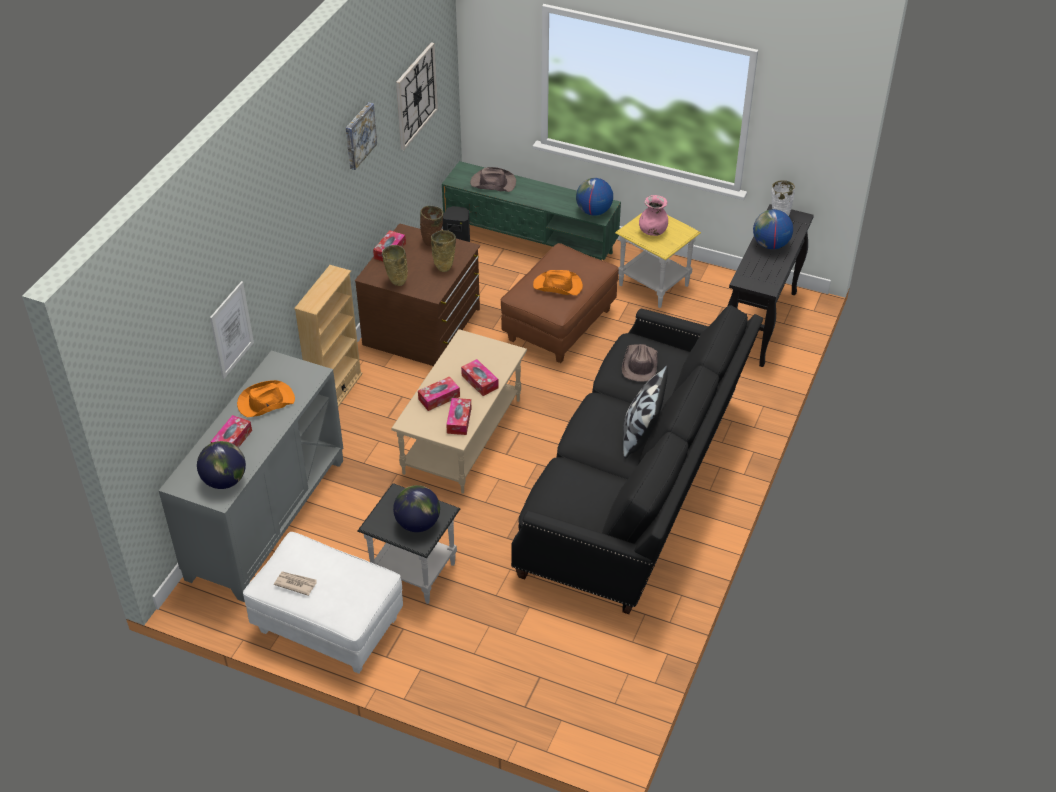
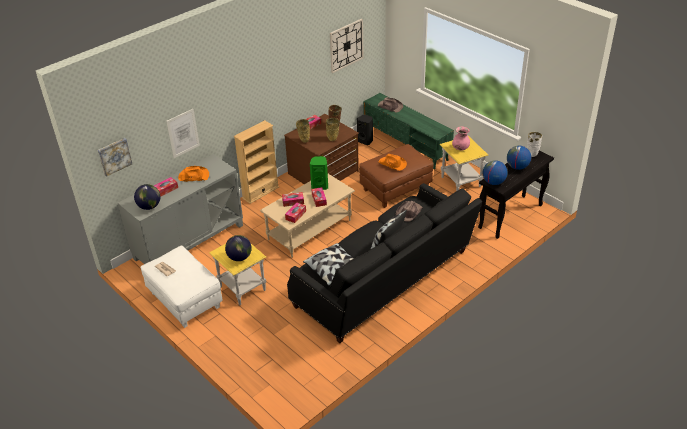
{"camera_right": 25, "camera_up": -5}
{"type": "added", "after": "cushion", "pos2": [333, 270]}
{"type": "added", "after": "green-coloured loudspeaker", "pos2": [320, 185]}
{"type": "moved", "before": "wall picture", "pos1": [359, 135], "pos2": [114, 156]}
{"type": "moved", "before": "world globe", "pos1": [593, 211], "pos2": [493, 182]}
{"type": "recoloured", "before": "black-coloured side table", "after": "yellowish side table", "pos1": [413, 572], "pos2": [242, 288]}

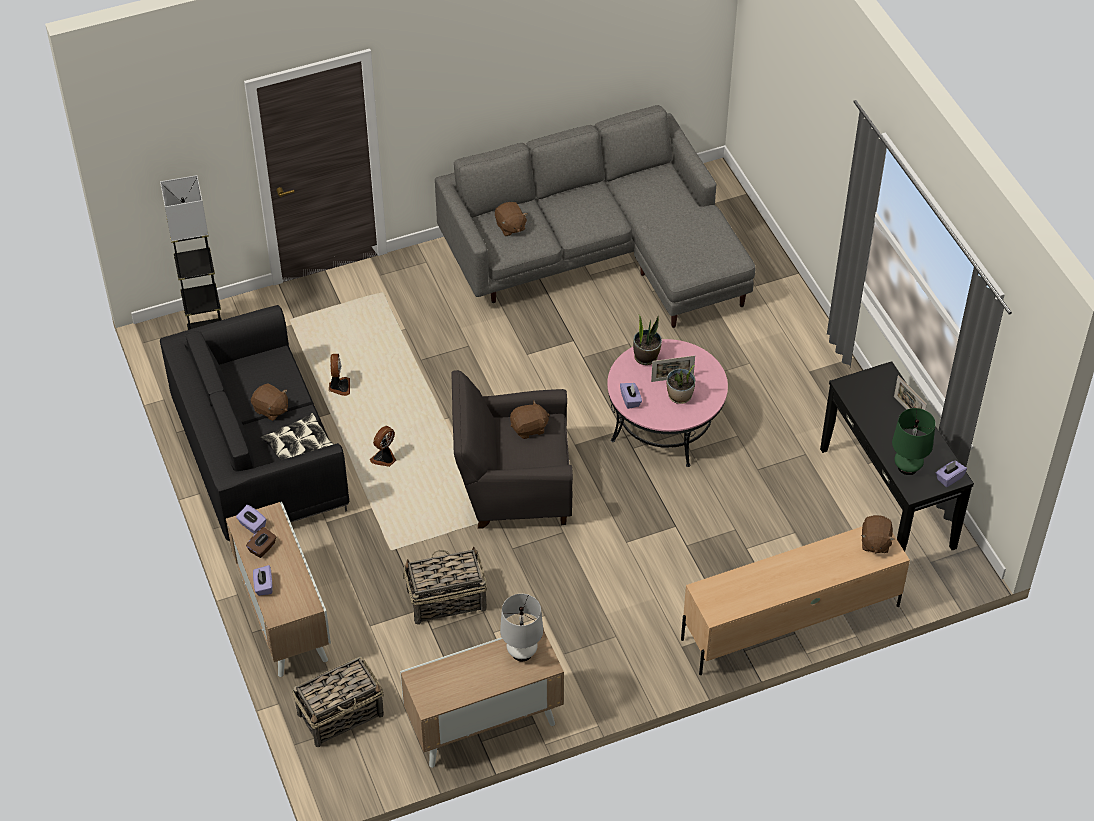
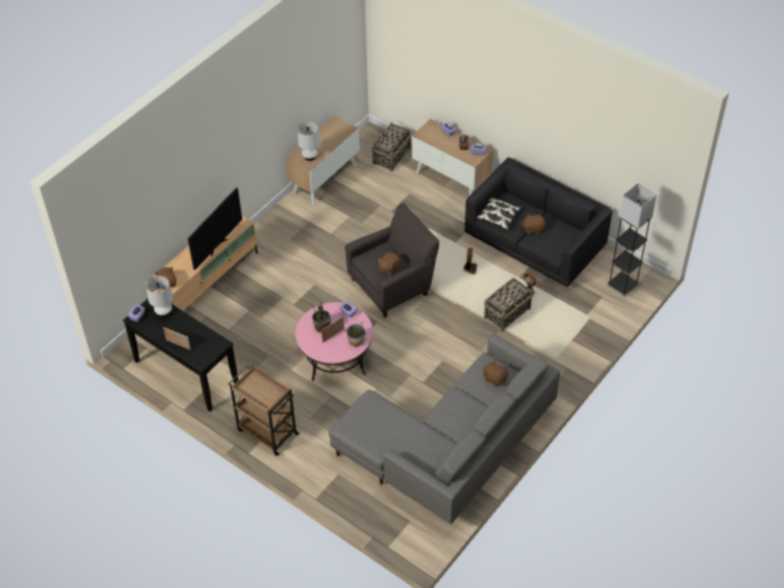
{"camera_right": 150, "camera_up": 0}
{"type": "added", "after": "TV set", "pos2": [217, 246]}
{"type": "added", "after": "brownish trolley", "pos2": [266, 431]}
{"type": "moved", "before": "household basket", "pos1": [445, 600], "pos2": [507, 312]}
{"type": "recoloured", "before": "green-coloured table lamp", "after": "white table lamp", "pos1": [907, 467], "pos2": [164, 312]}

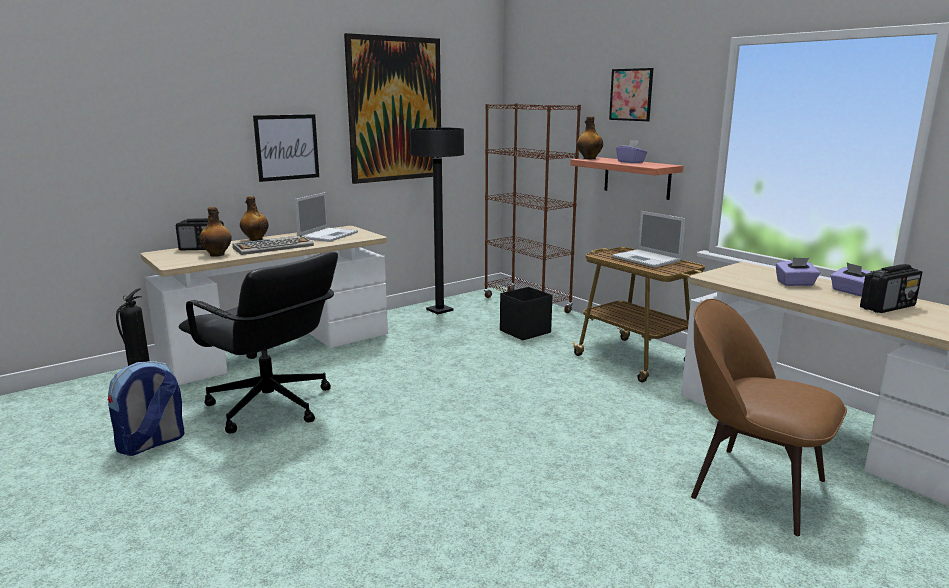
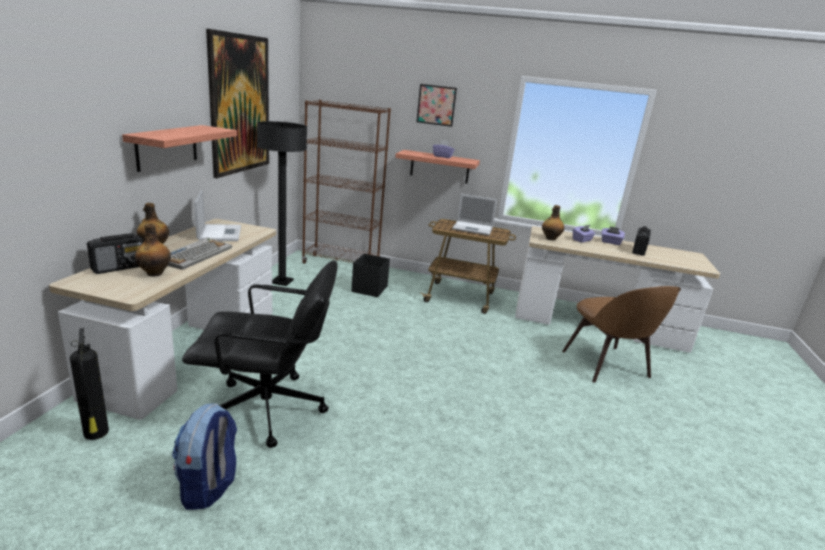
{"camera_right": -40, "camera_up": 5}
{"type": "moved", "before": "drink bottle", "pos1": [589, 158], "pos2": [550, 238]}
{"type": "replaced", "before": "wall picture", "after": "shelf", "pos1": [287, 147], "pos2": [167, 147]}
{"type": "turned", "before": "brownish upright chair", "pos1": [752, 486], "pos2": [607, 366], "turn": -105}

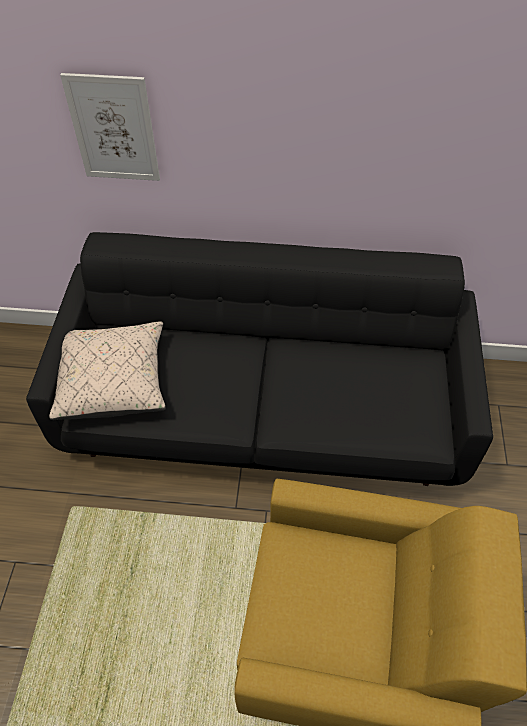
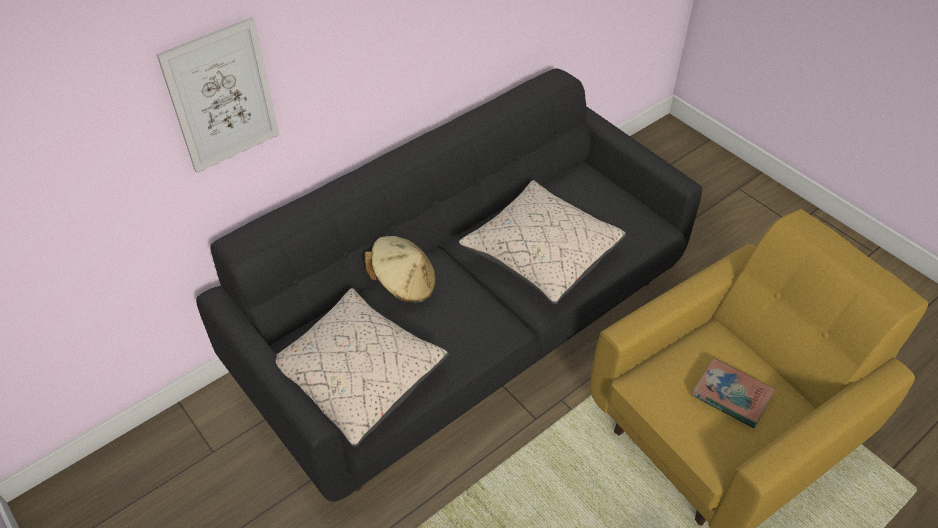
{"camera_right": -45, "camera_up": -5}
{"type": "added", "after": "sand-coloured clothing hat", "pos2": [404, 284]}
{"type": "added", "after": "sand-coloured cushion", "pos2": [541, 255]}
{"type": "added", "after": "book", "pos2": [731, 396]}

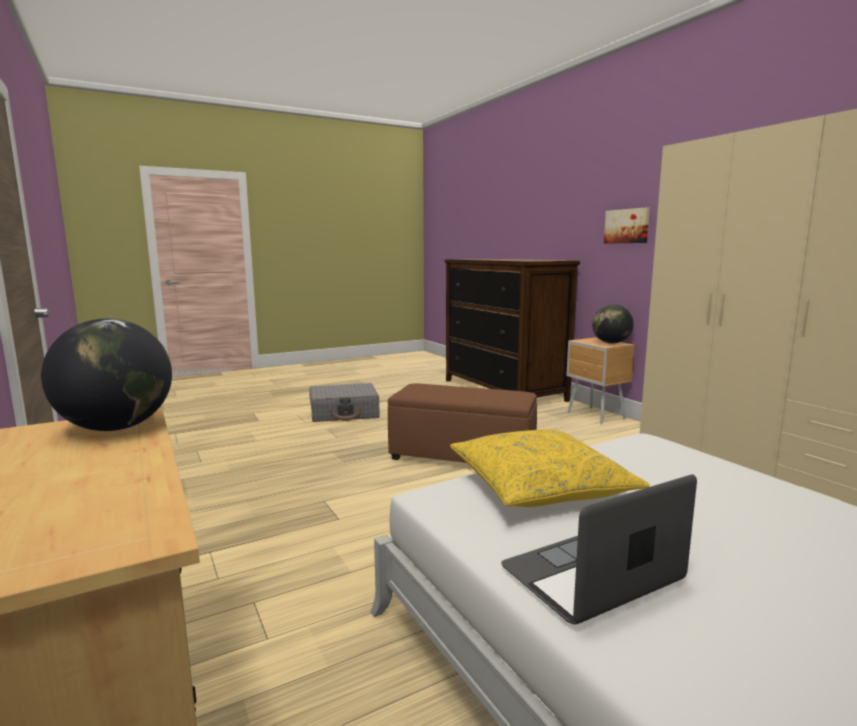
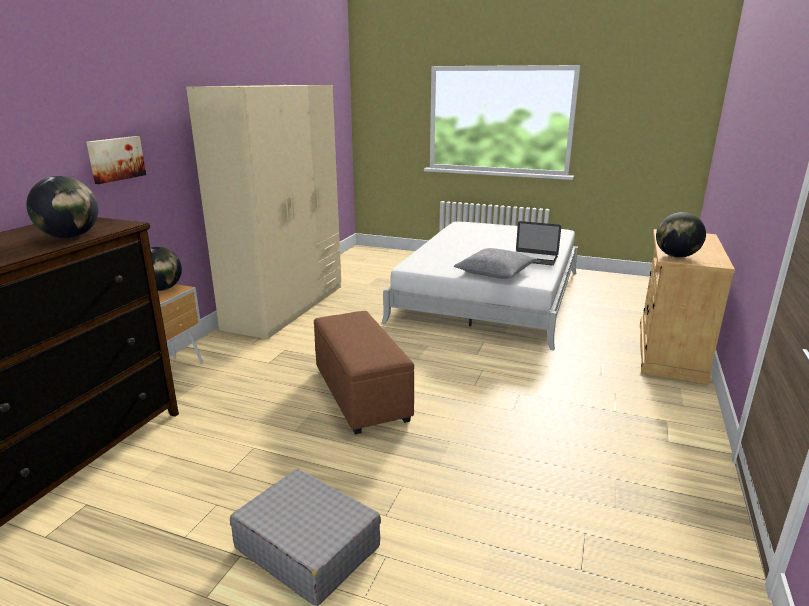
{"camera_right": -130, "camera_up": 10}
{"type": "added", "after": "world globe", "pos2": [70, 237]}
{"type": "recoloured", "before": "yellowish cushion", "after": "gray cushion", "pos1": [539, 485], "pos2": [495, 272]}

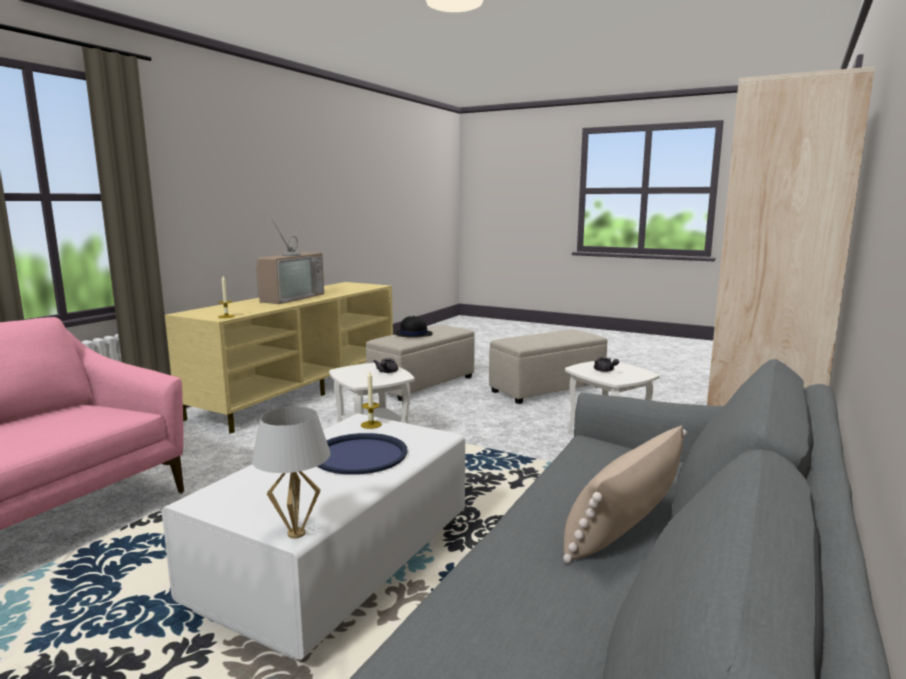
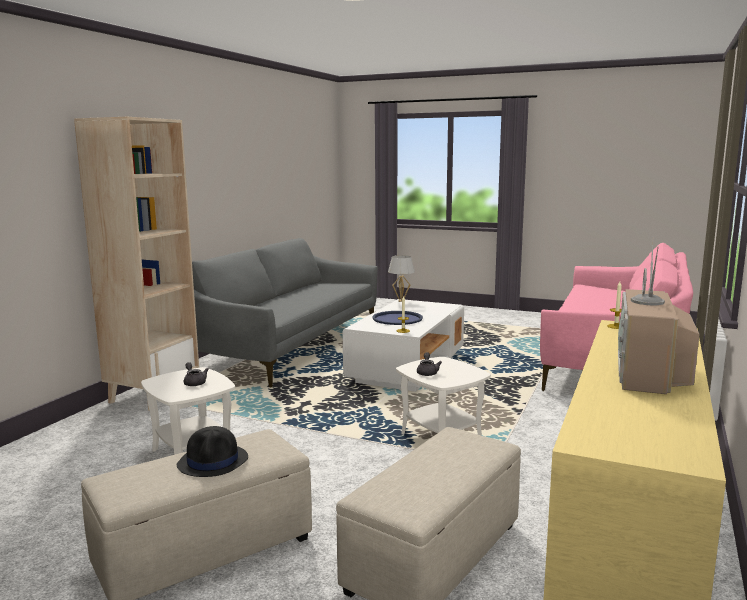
{"camera_right": 175, "camera_up": 0}
{"type": "removed", "before": "sand-coloured cushion", "pos1": [623, 524]}
{"type": "moved", "before": "black-coloured clothing hat", "pos1": [413, 334], "pos2": [213, 461]}

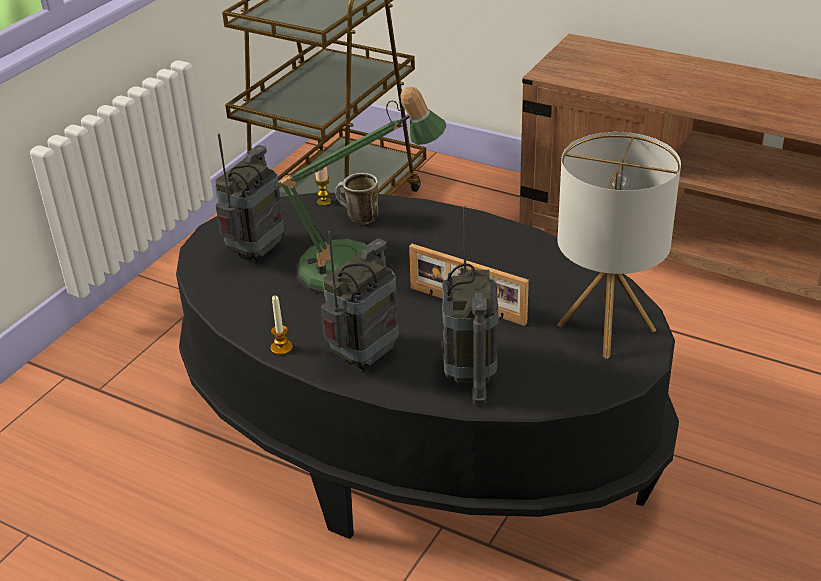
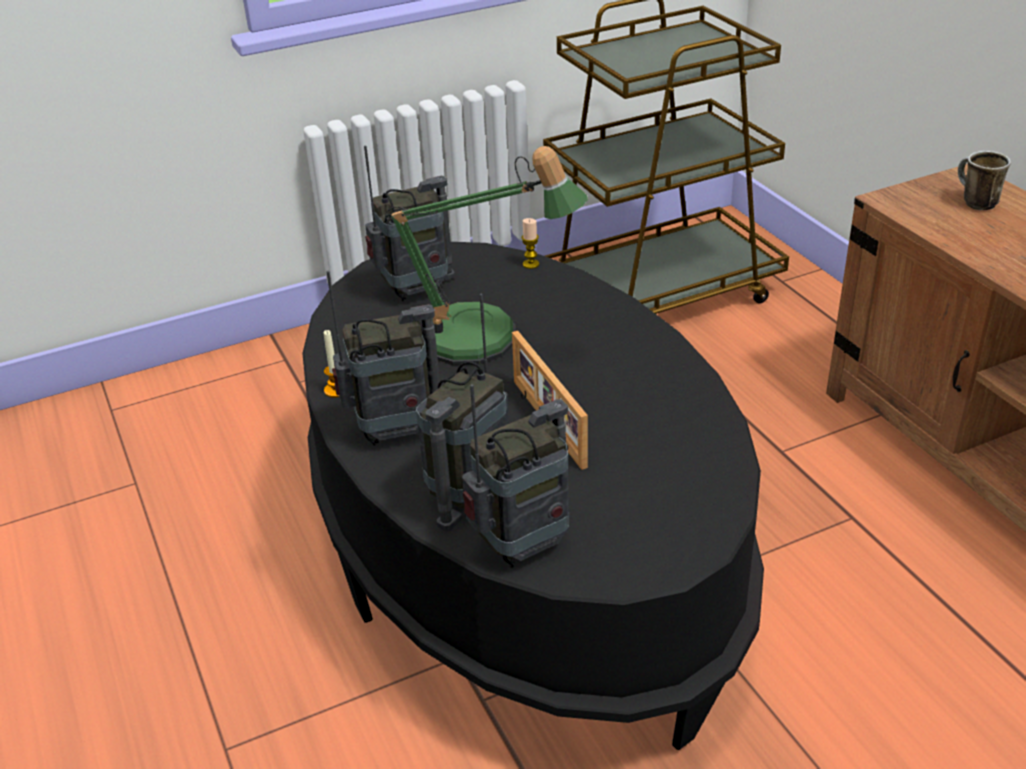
{"camera_right": 35, "camera_up": 0}
{"type": "removed", "before": "table lamp", "pos1": [606, 327]}
{"type": "added", "after": "radio set", "pos2": [524, 547]}
{"type": "moved", "before": "mug", "pos1": [357, 218], "pos2": [973, 202]}

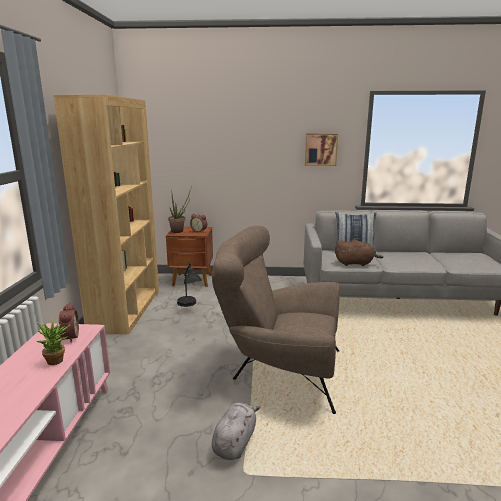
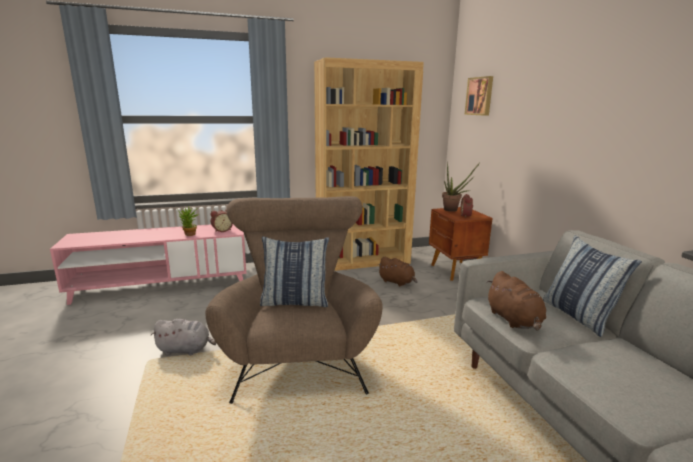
{"camera_right": 70, "camera_up": 0}
{"type": "added", "after": "cushion", "pos2": [295, 302]}
{"type": "moved", "before": "wall picture", "pos1": [321, 149], "pos2": [480, 96]}
{"type": "replaced", "before": "black-coloured table lamp", "after": "brownish cuddly toy", "pos1": [189, 306], "pos2": [397, 282]}

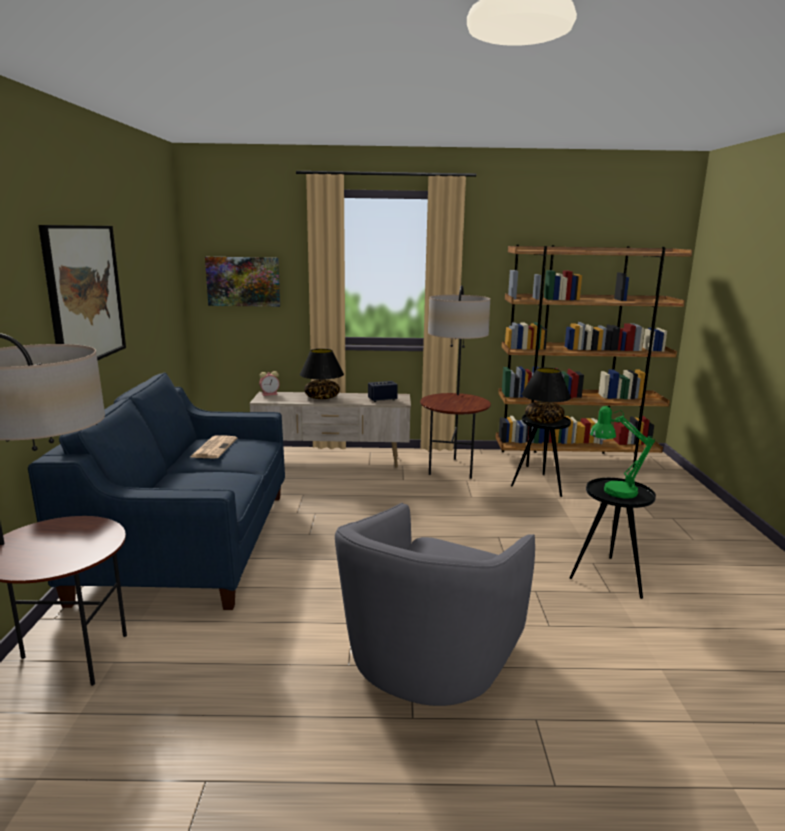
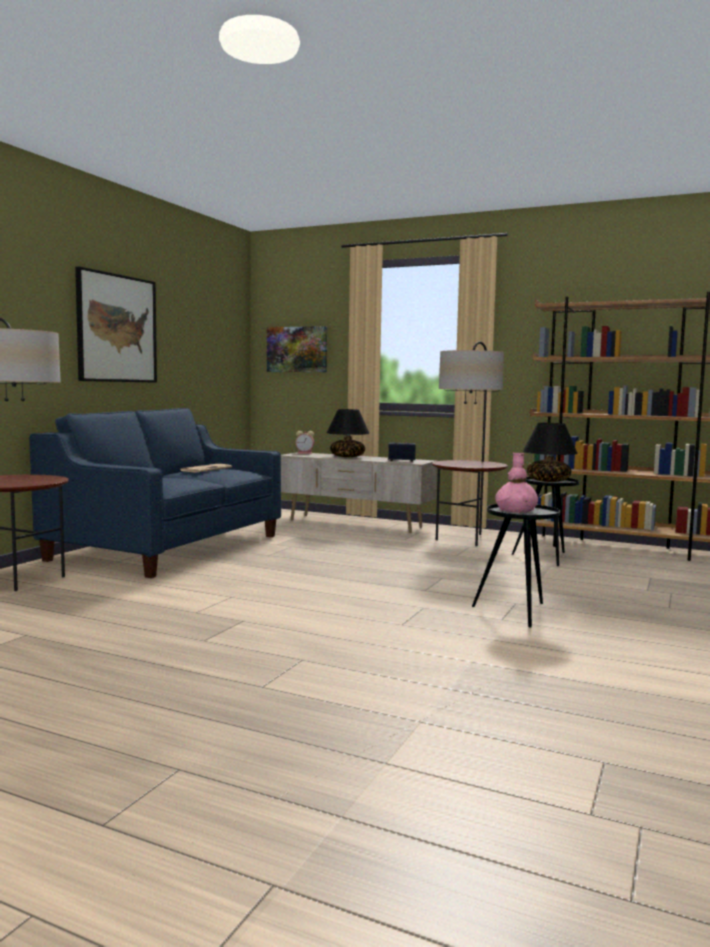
{"camera_right": 25, "camera_up": -10}
{"type": "removed", "before": "gray easy chair", "pos1": [429, 662]}
{"type": "replaced", "before": "green-coloured table lamp", "after": "pink flower vase", "pos1": [613, 491], "pos2": [516, 510]}

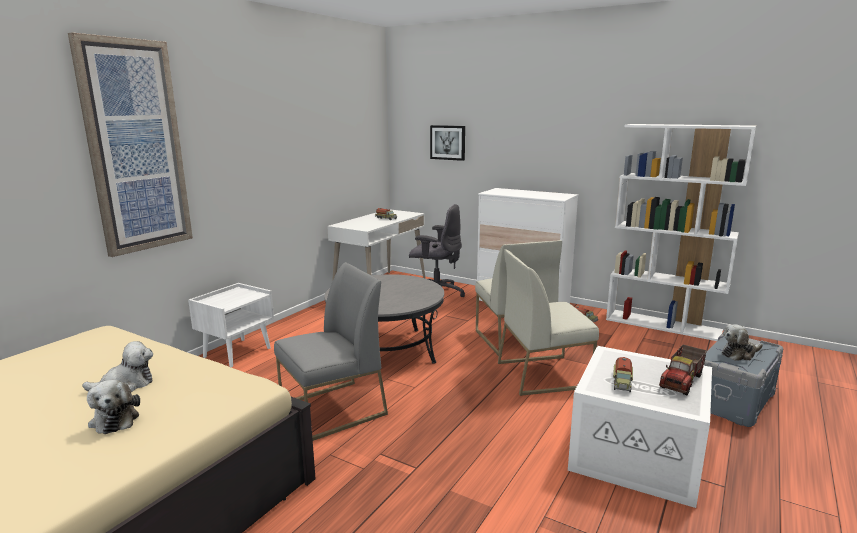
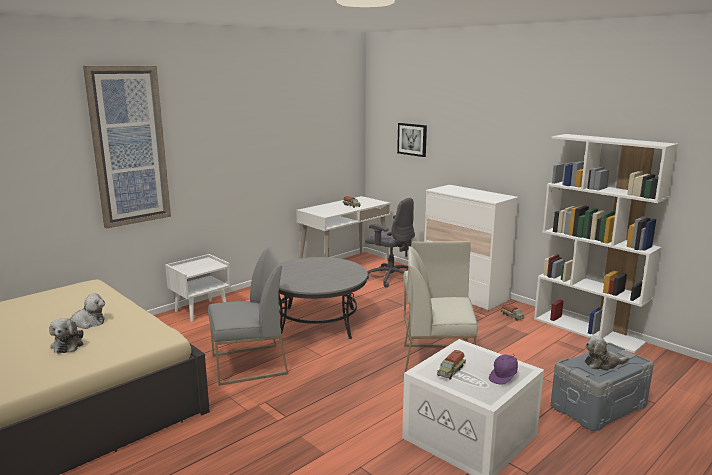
{"camera_right": 15, "camera_up": 0}
{"type": "replaced", "before": "toy truck", "after": "purplish baseball cap", "pos1": [682, 381], "pos2": [504, 377]}

